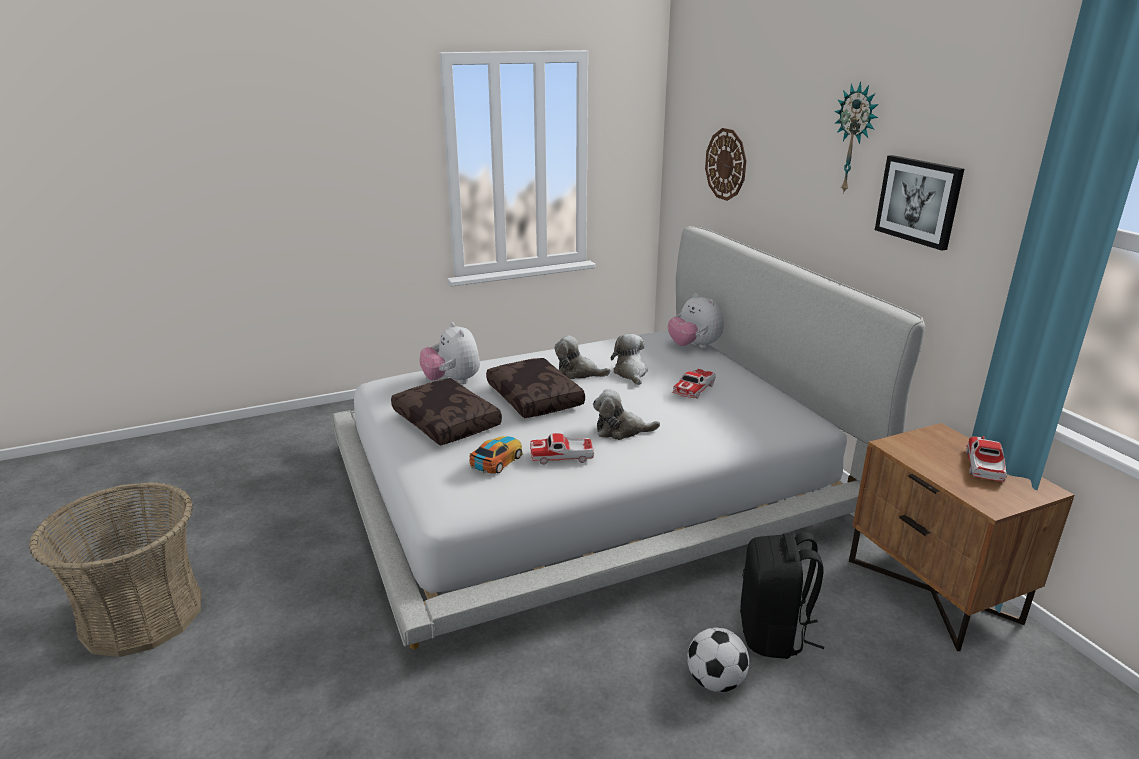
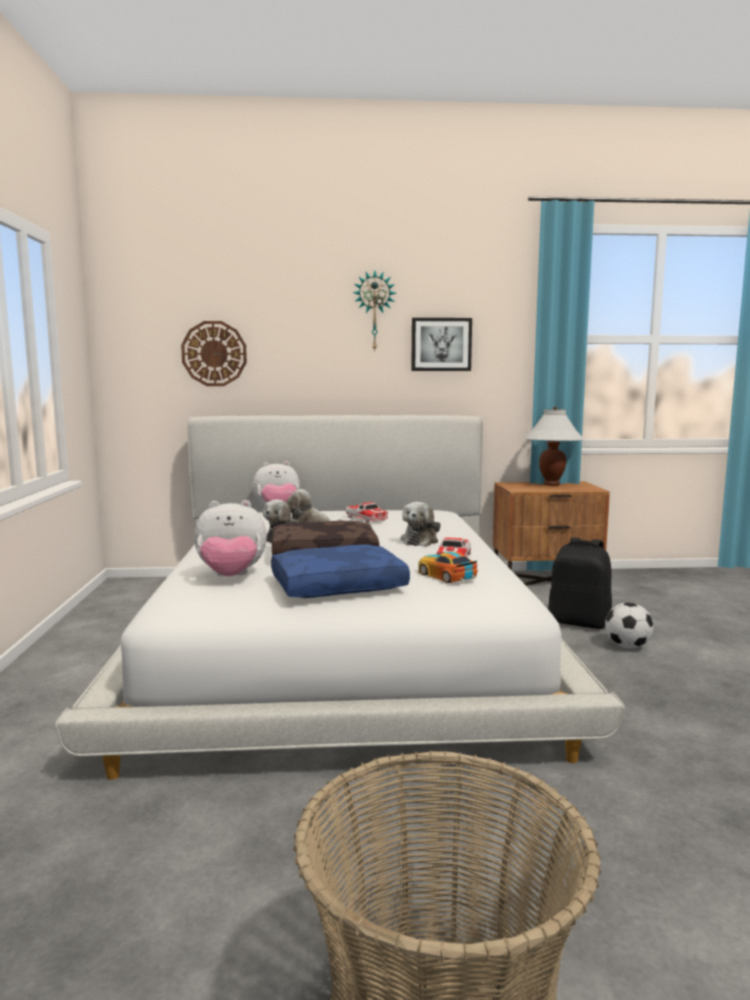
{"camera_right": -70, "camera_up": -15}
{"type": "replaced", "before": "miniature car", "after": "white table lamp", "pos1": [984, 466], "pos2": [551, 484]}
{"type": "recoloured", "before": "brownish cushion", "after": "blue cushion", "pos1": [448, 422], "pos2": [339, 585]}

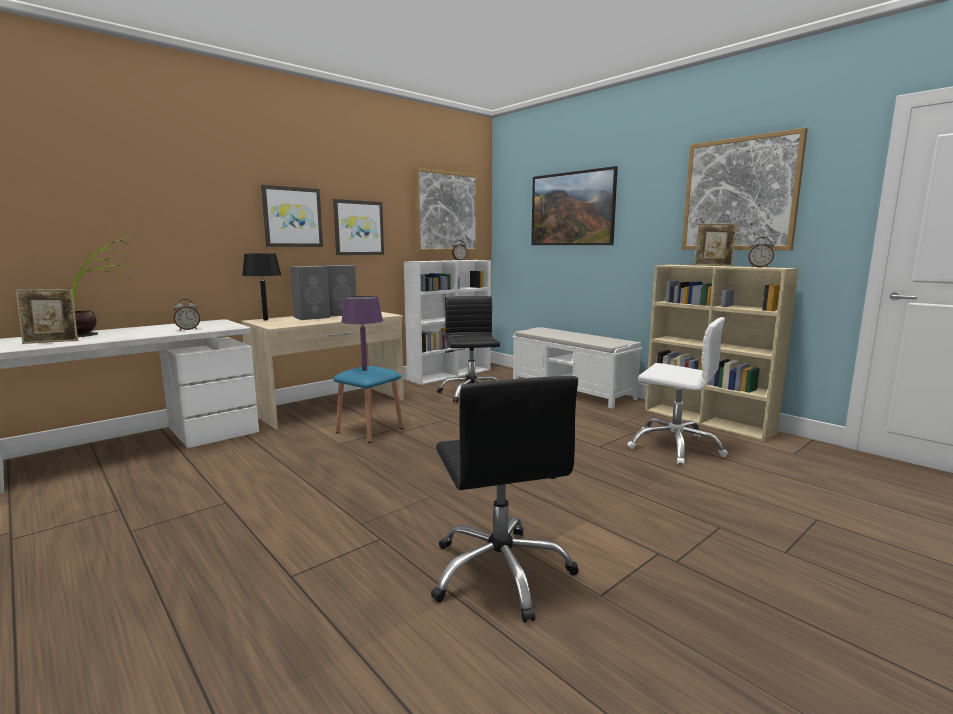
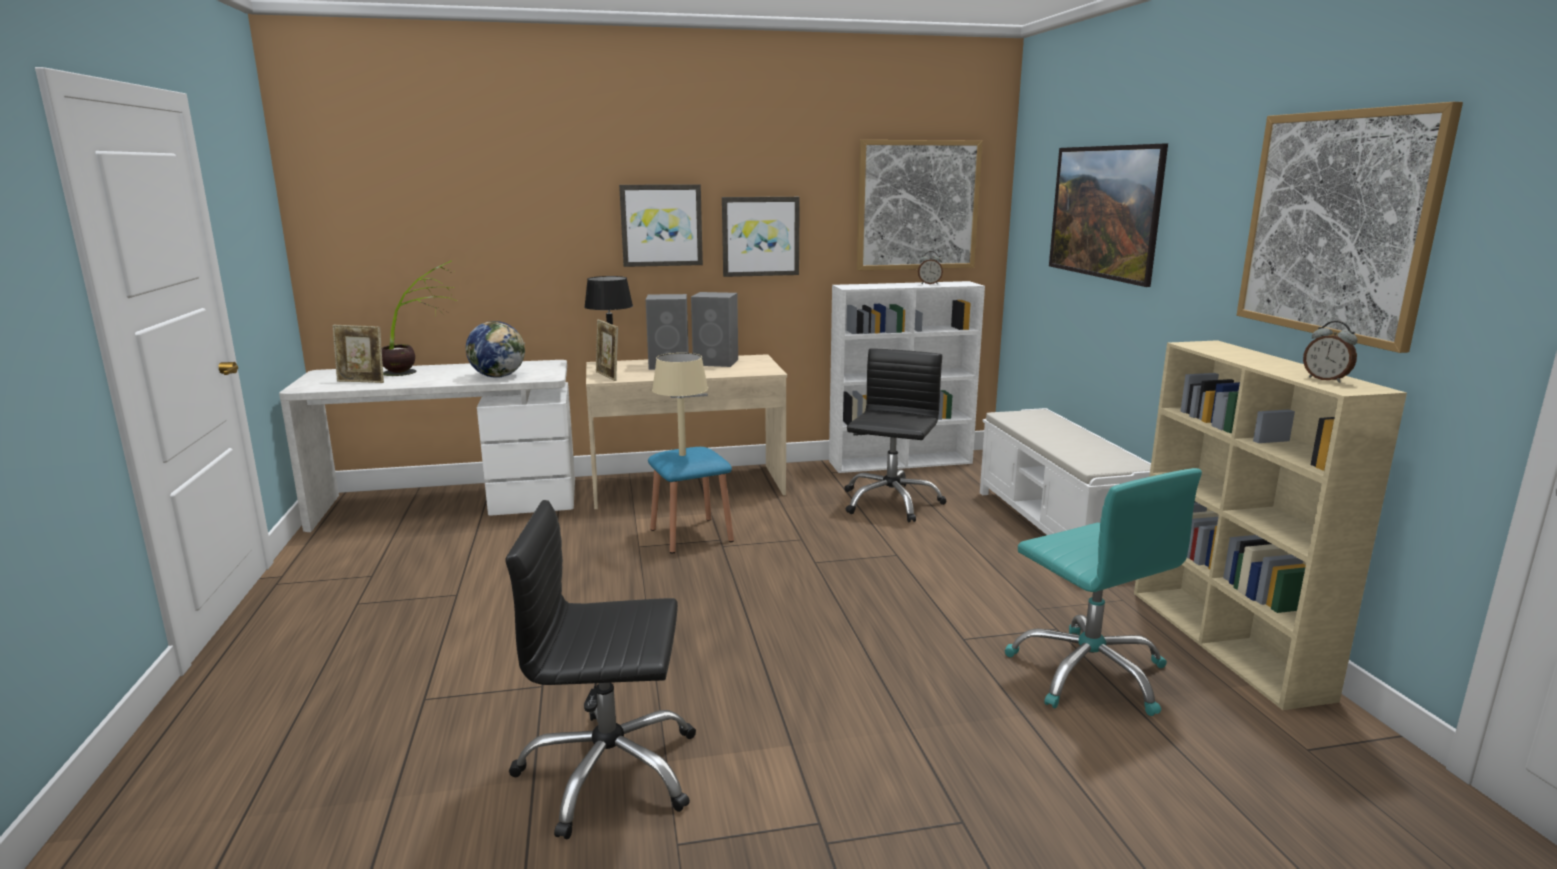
{"camera_right": 30, "camera_up": 5}
{"type": "moved", "before": "picture frame", "pos1": [713, 266], "pos2": [608, 376]}
{"type": "replaced", "before": "bedside clock", "after": "world globe", "pos1": [188, 329], "pos2": [498, 376]}
{"type": "recoloured", "before": "purplish table lamp", "after": "sand-coloured table lamp", "pos1": [364, 370], "pos2": [682, 454]}
{"type": "recoloured", "before": "white office chair", "after": "turquoise-coloured office chair", "pos1": [675, 446], "pos2": [1089, 673]}
{"type": "turned", "before": "black-coloured office chair", "pos1": [501, 572], "pos2": [609, 772], "turn": 75}

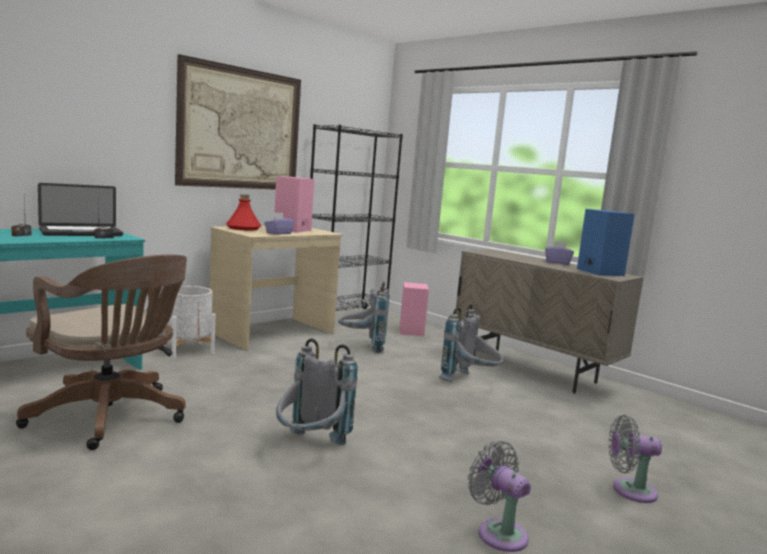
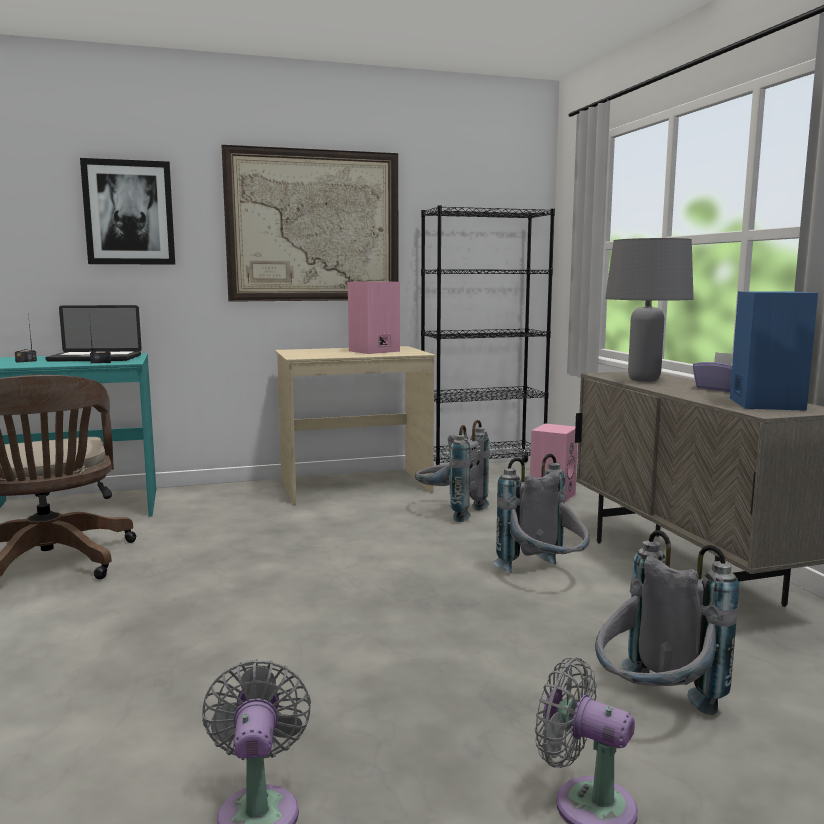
{"camera_right": 30, "camera_up": 0}
{"type": "removed", "before": "white flower pot", "pos1": [187, 350]}
{"type": "removed", "before": "reddish drink bottle", "pos1": [243, 228]}
{"type": "removed", "before": "purplish tissue box", "pos1": [278, 233]}
{"type": "added", "after": "wall picture", "pos2": [129, 213]}
{"type": "added", "after": "gray table lamp", "pos2": [643, 380]}
{"type": "moved", "before": "gray backpack", "pos1": [310, 447], "pos2": [654, 709]}

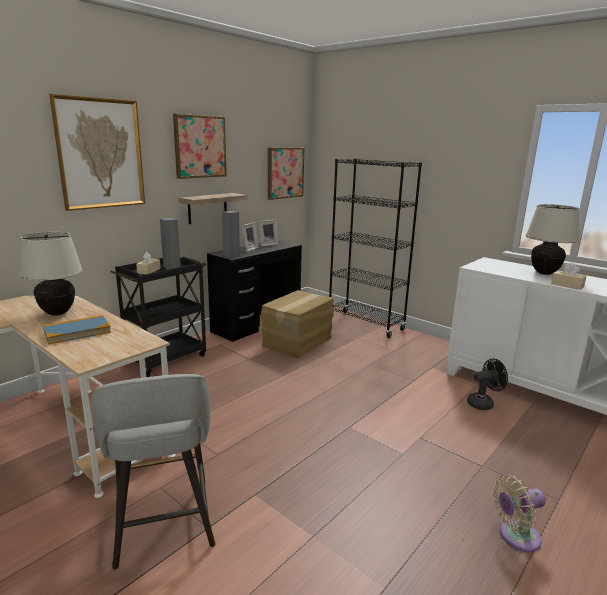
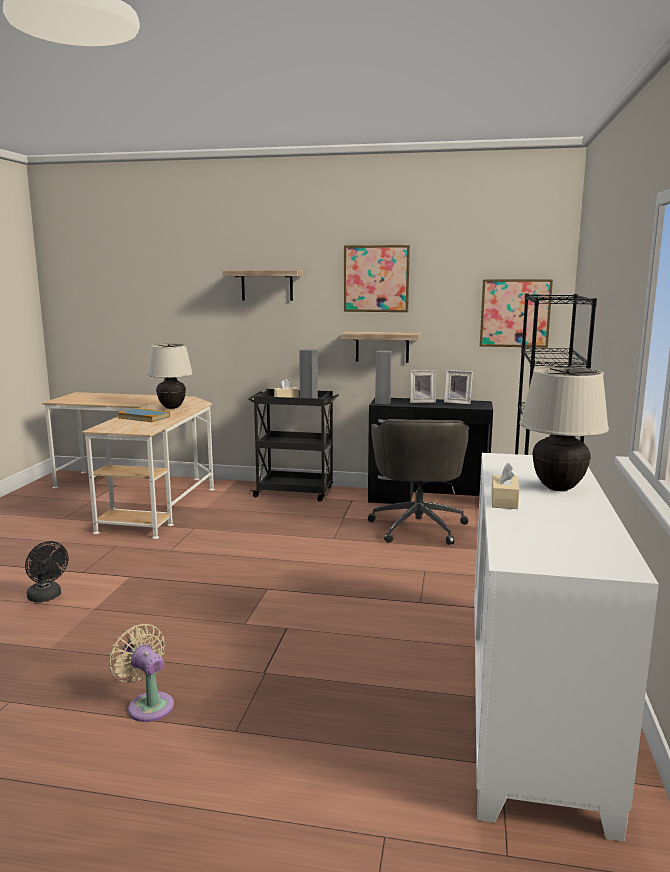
{"camera_right": 60, "camera_up": -5}
{"type": "removed", "before": "gray sitting stool", "pos1": [163, 524]}
{"type": "moved", "before": "black-coloured cooling fan", "pos1": [483, 403], "pos2": [47, 597]}
{"type": "replaced", "before": "wall picture", "after": "shelf", "pos1": [100, 154], "pos2": [267, 285]}
{"type": "replaced", "before": "packing box", "after": "gray office chair", "pos1": [298, 342], "pos2": [418, 526]}

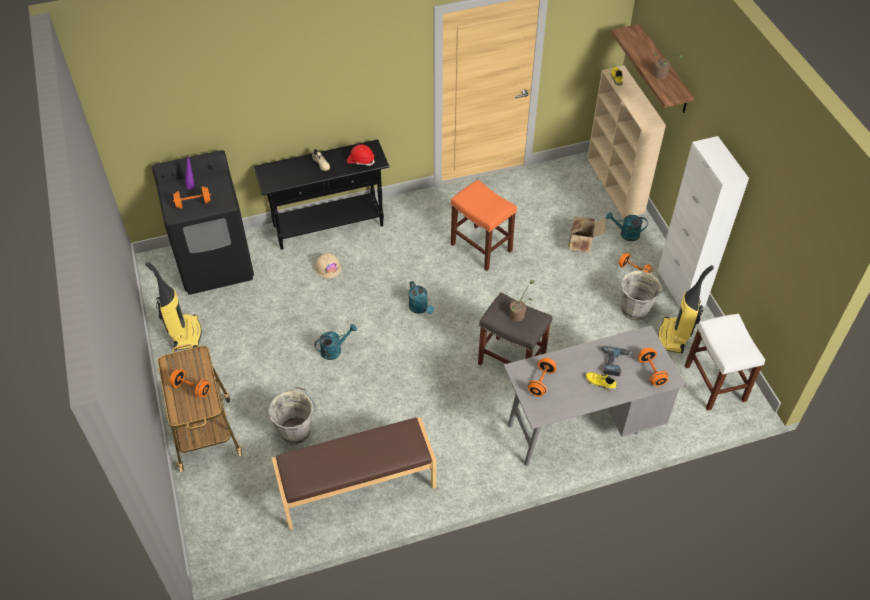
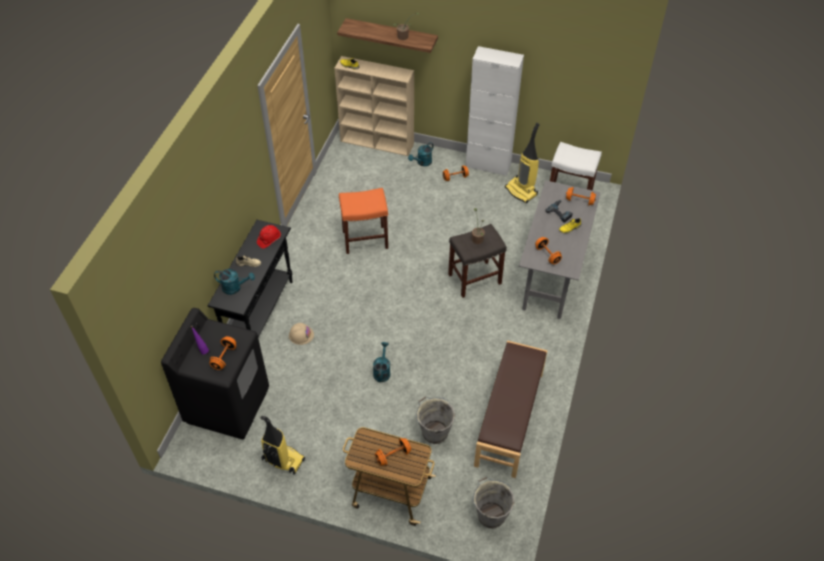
{"camera_right": -55, "camera_up": 0}
{"type": "removed", "before": "packing box", "pos1": [583, 243]}
{"type": "moved", "before": "turquoise-coloured watering can", "pos1": [420, 308], "pos2": [235, 287]}
{"type": "moved", "before": "gray pail", "pos1": [635, 309], "pos2": [490, 514]}

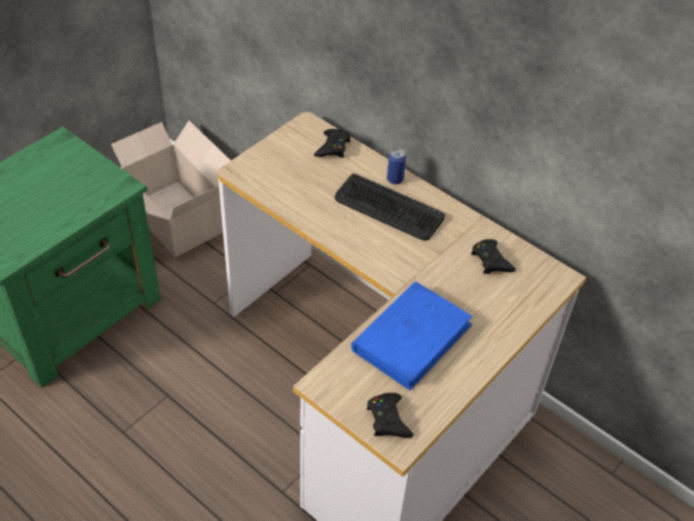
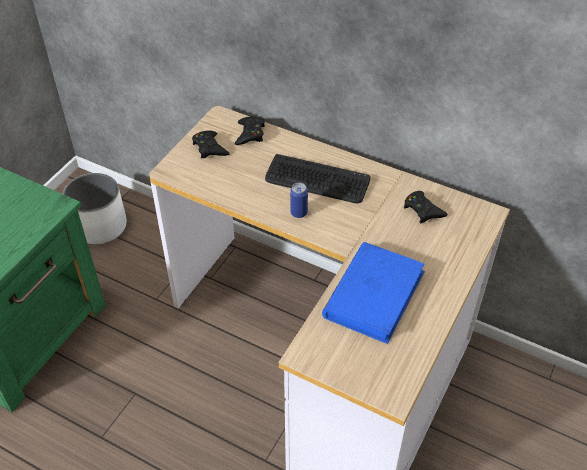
{"camera_right": -10, "camera_up": 0}
{"type": "moved", "before": "black-coloured game controller", "pos1": [388, 419], "pos2": [209, 148]}
{"type": "moved", "before": "metal can", "pos1": [395, 179], "pos2": [299, 213]}
{"type": "replaced", "before": "packing box", "after": "white flower pot", "pos1": [175, 216], "pos2": [100, 226]}

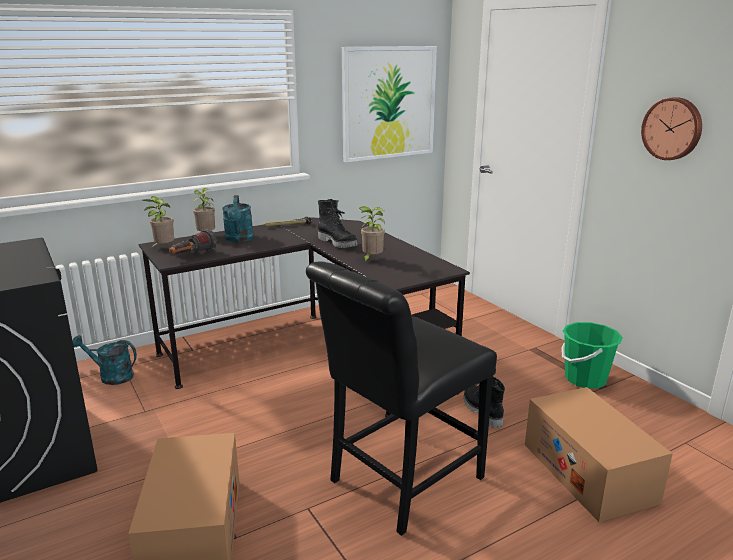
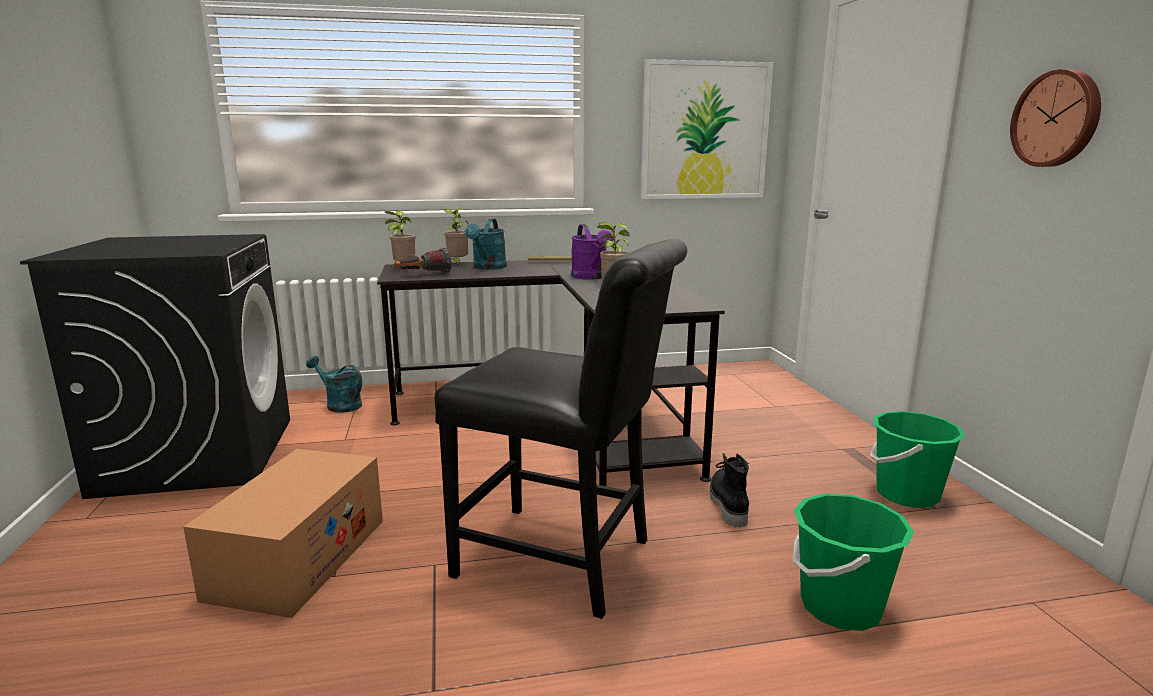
{"camera_right": 20, "camera_up": -5}
{"type": "replaced", "before": "black-coloured high-top boot", "after": "purplish watering can", "pos1": [338, 243], "pos2": [591, 277]}
{"type": "replaced", "before": "packing box", "after": "green-coloured pail", "pos1": [588, 472], "pos2": [840, 606]}
{"type": "turned", "before": "black-coloured upright chair", "pos1": [399, 482], "pos2": [563, 561], "turn": -135}

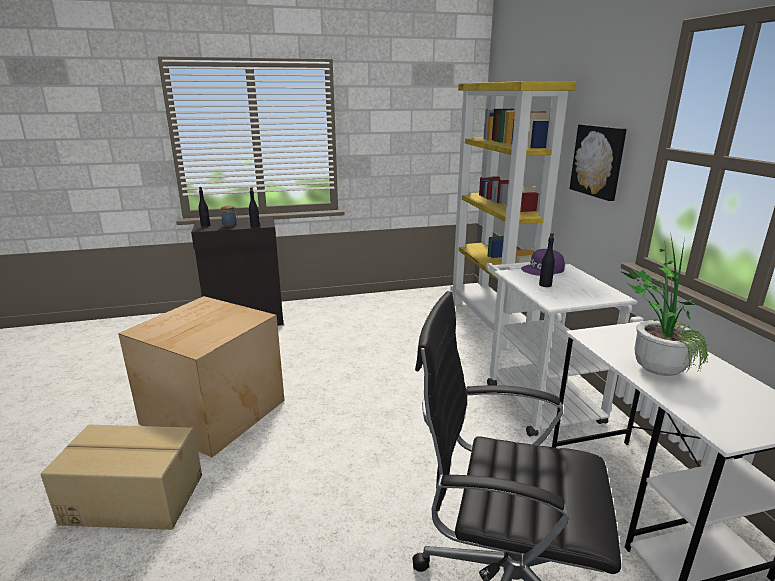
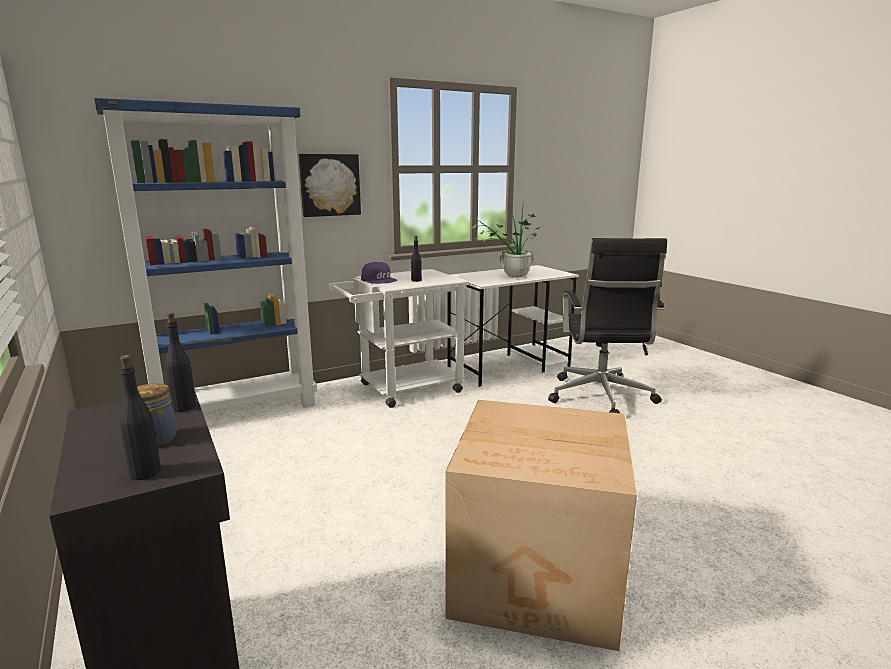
{"camera_right": -105, "camera_up": -5}
{"type": "removed", "before": "packing box", "pos1": [134, 497]}
{"type": "recoloured", "before": "yellowish shelving unit", "after": "blue shelving unit", "pos1": [491, 321], "pos2": [237, 411]}

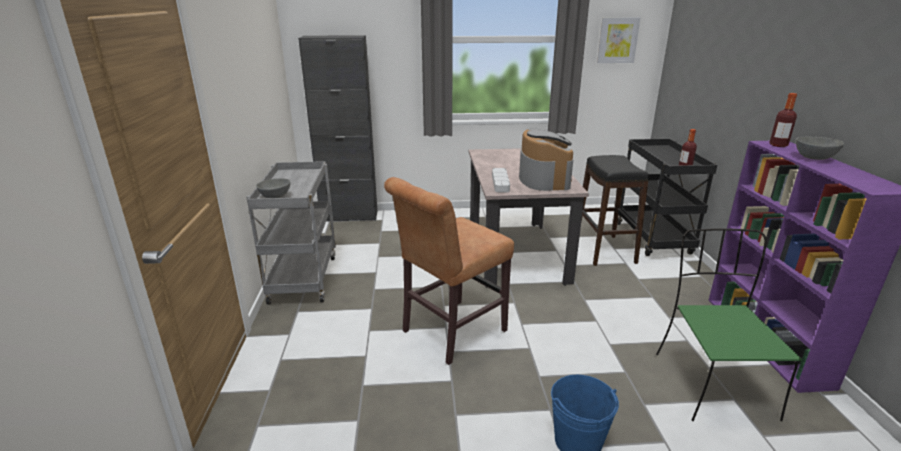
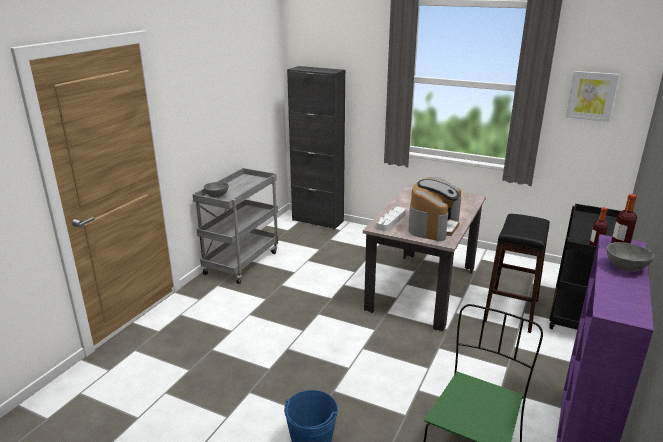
{"camera_right": 30, "camera_up": 0}
{"type": "removed", "before": "brownish upright chair", "pos1": [450, 333]}

